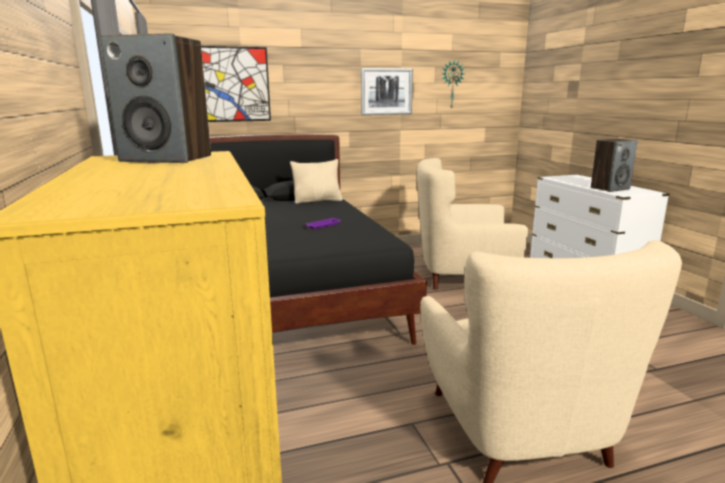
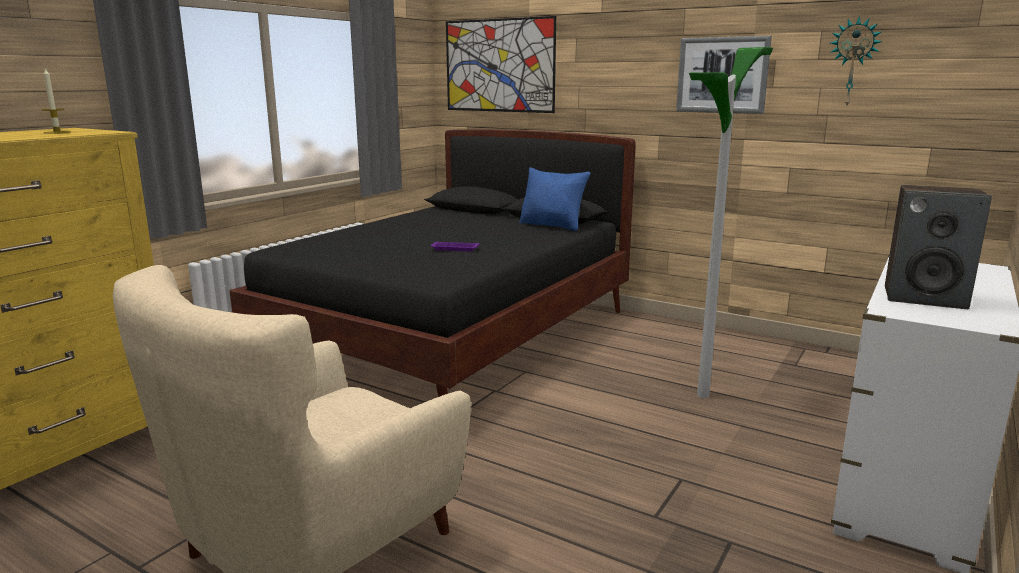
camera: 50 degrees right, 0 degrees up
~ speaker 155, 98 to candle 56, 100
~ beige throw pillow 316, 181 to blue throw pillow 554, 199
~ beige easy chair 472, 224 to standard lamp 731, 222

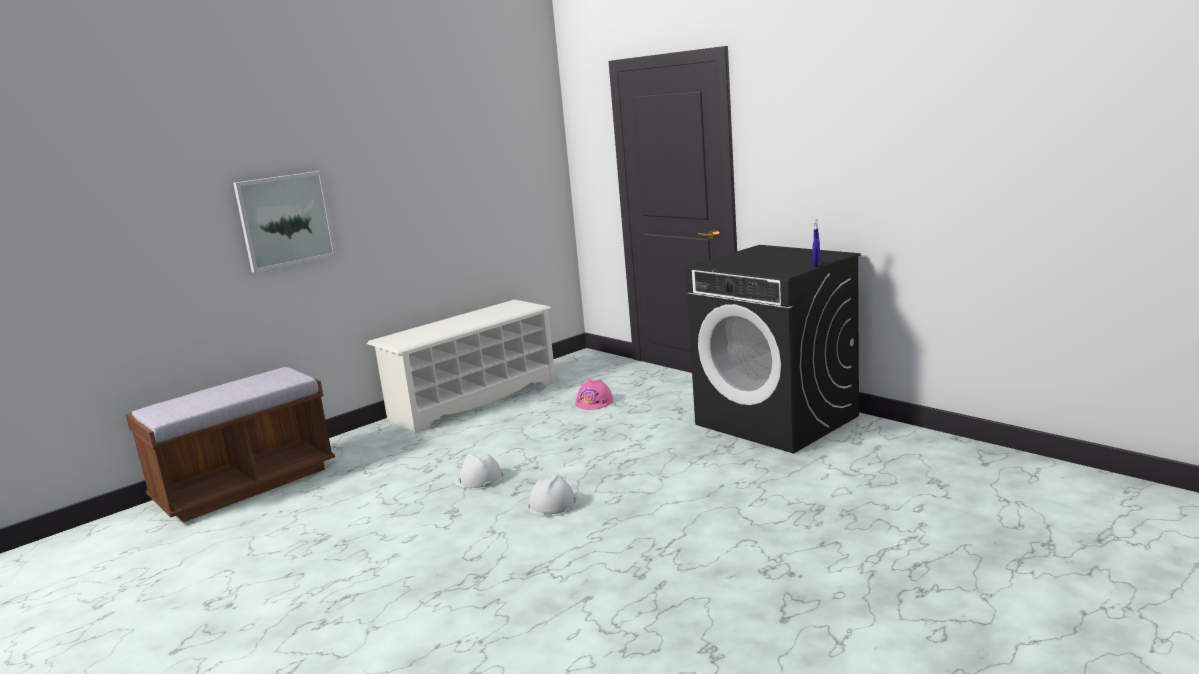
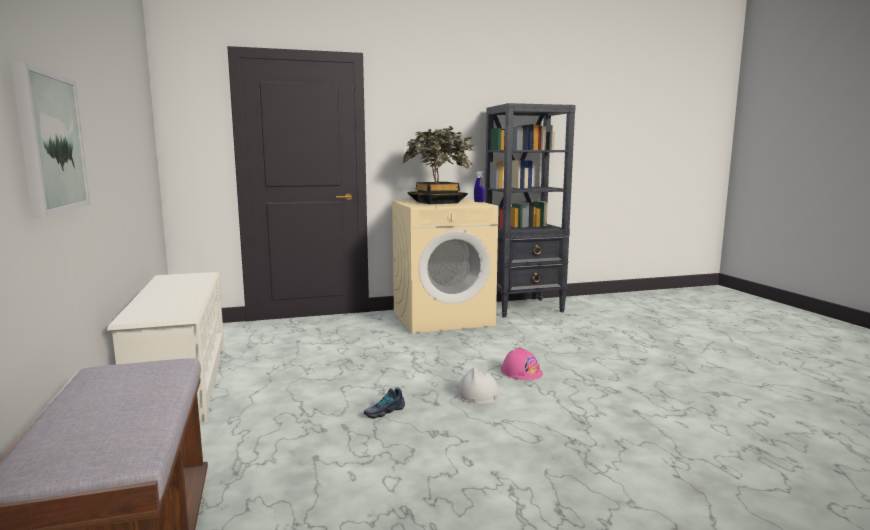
camera: 65 degrees left, 5 degrees down
~ white-coloured hard hat 479, 471 to item of footwear 384, 403
~ pinkish hard hat 594, 394 to 522, 363
~ black laundry appliance 773, 349 to beige laundry appliance 445, 266
+ potted plant 440, 165
+ black bookshelf 530, 210

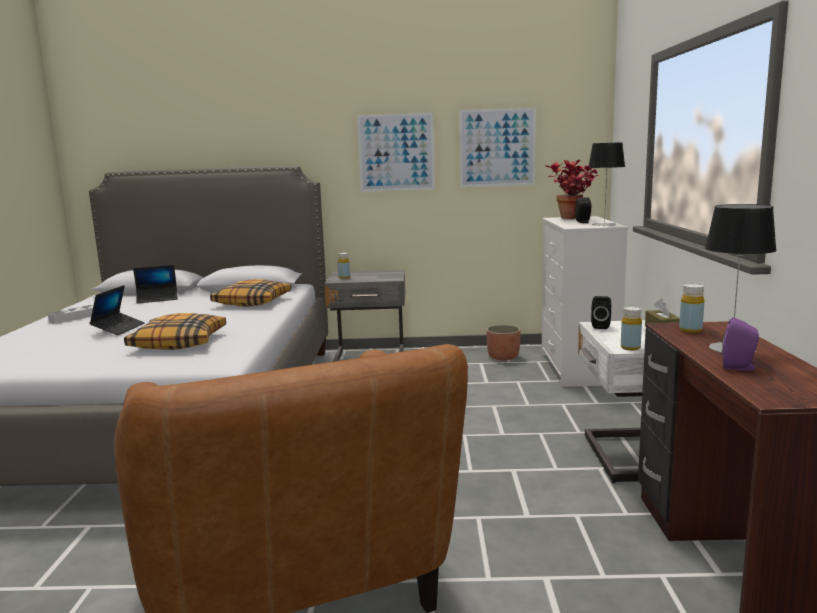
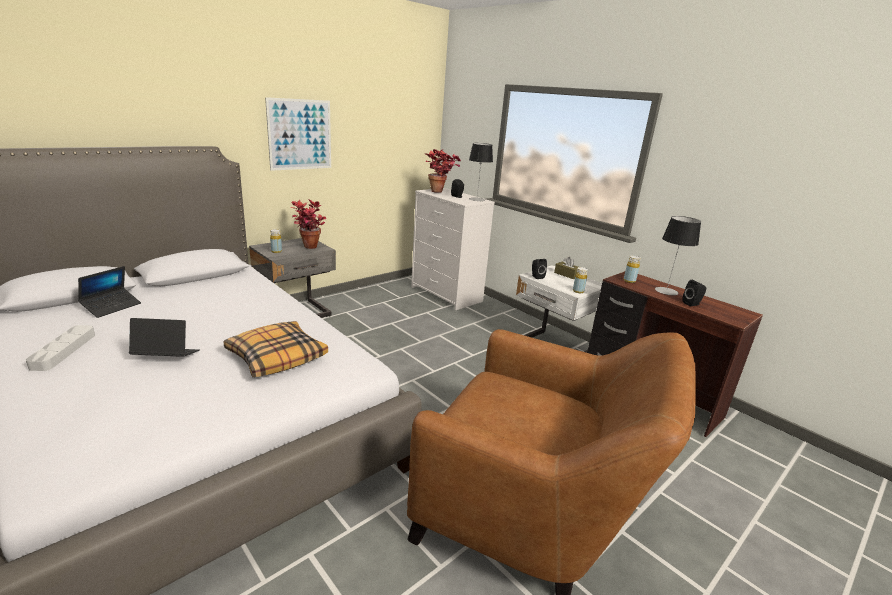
camera: 45 degrees left, 10 degrees up
~ laptop 117, 310 = 164, 337 60 degrees counterclockwise
- throw pillow 250, 293
- wall picture 497, 147
- plant pot 503, 343
~ purple speaker 740, 344 to black speaker 694, 293
+ potted plant 308, 224

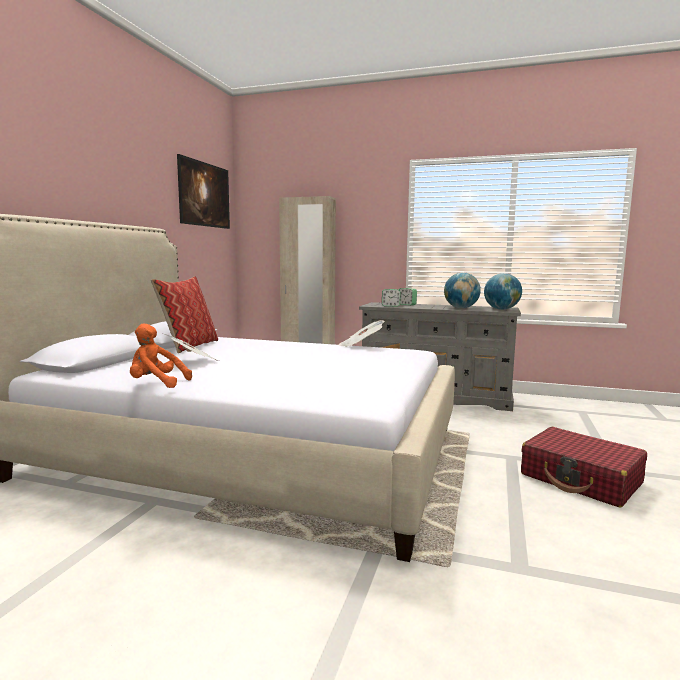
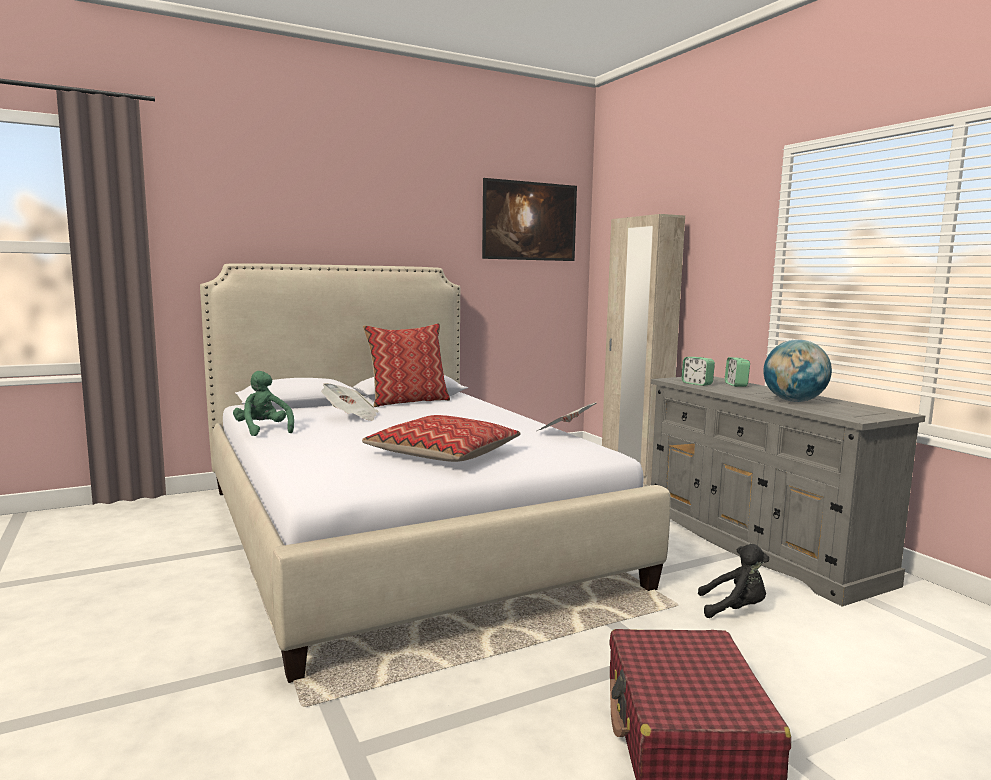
camera: 45 degrees right, 0 degrees up
~ orange cuddly toy 161, 355 to green-coloured cuddly toy 263, 403
- globe 503, 291
+ throw pillow 441, 438
+ black cuddly toy 733, 581

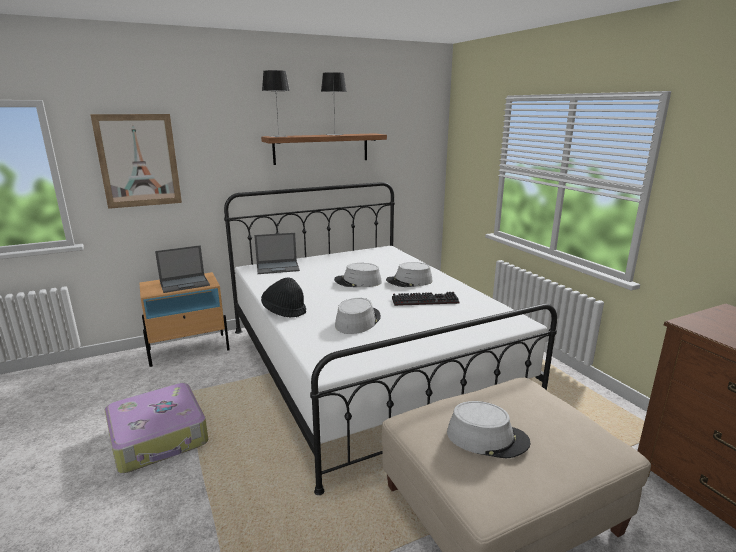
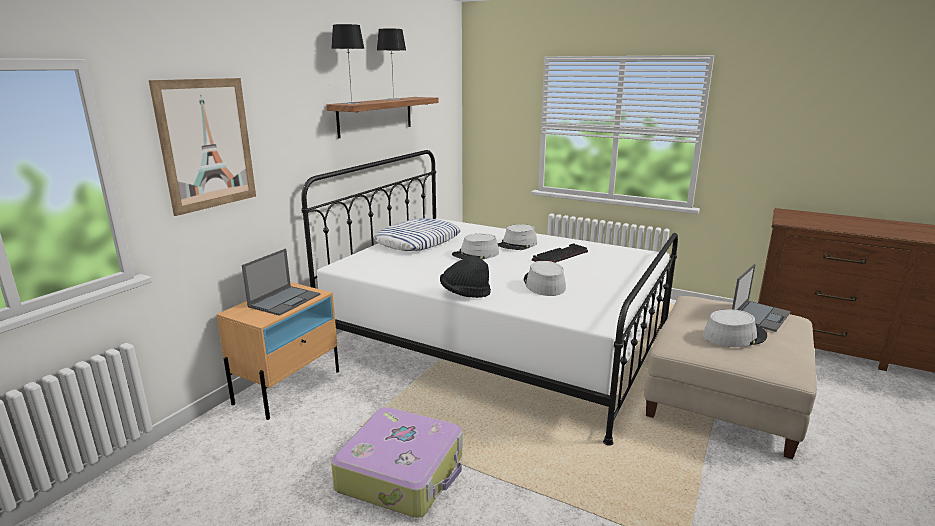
camera: 35 degrees left, 0 degrees up
~ laptop 277, 253 to 761, 298
+ throw pillow 417, 234

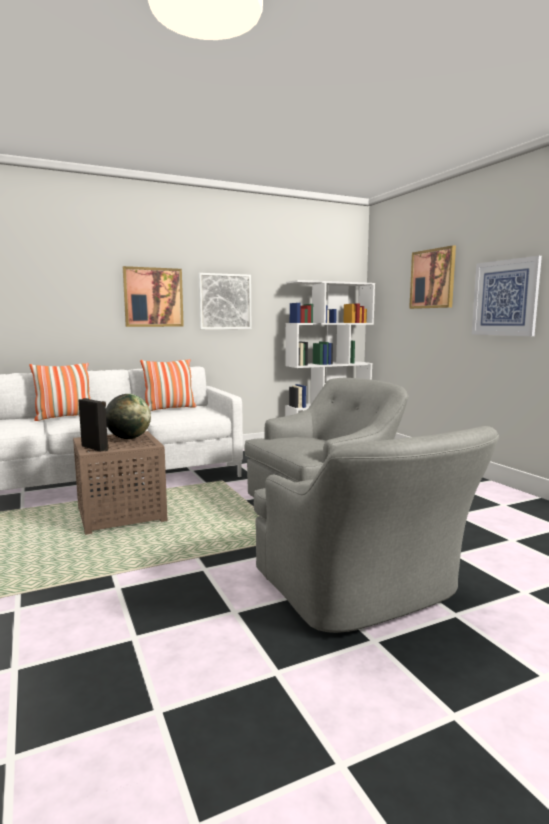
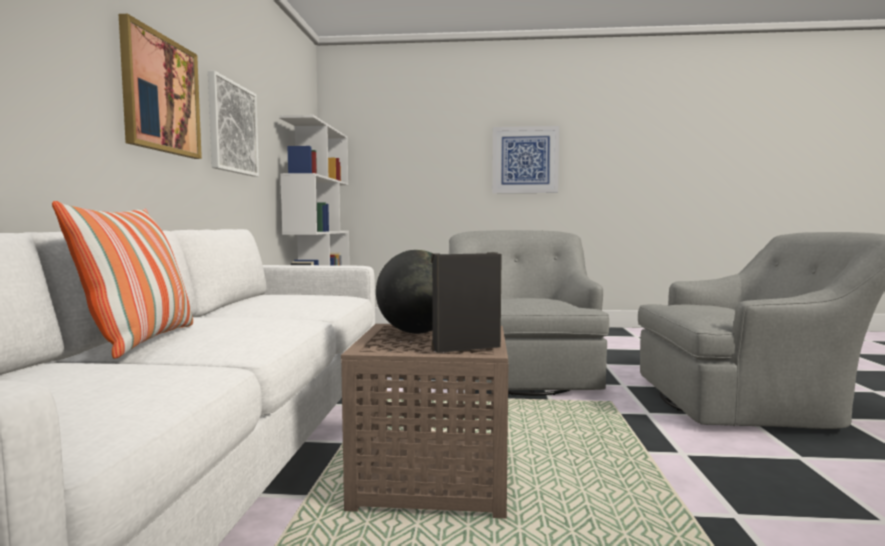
camera: 60 degrees left, 5 degrees down
- throw pillow 168, 385
- wall picture 432, 277

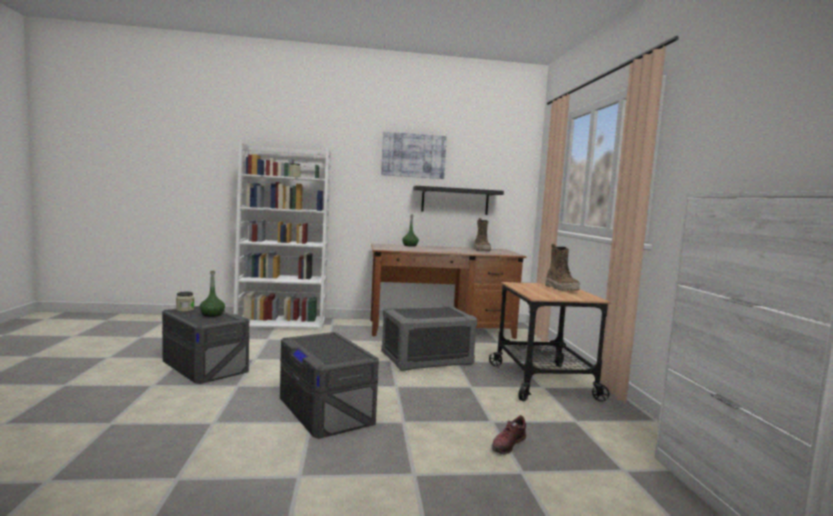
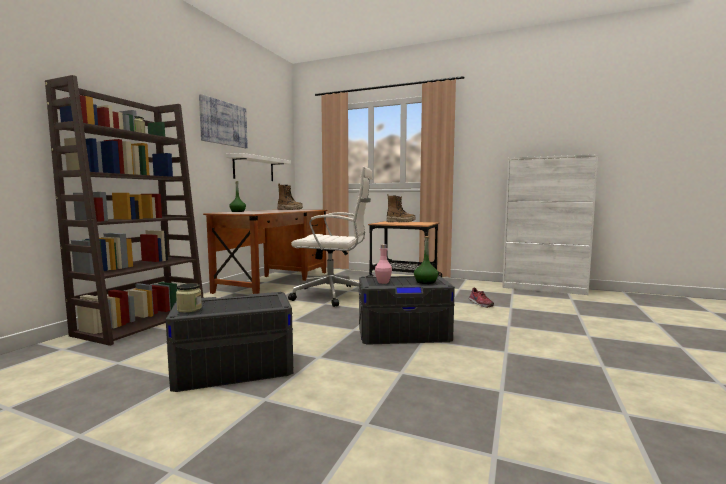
camera: 60 degrees left, 0 degrees up
~ green-coloured bottle 212, 294 to 426, 260
~ white-coloured bookshelf 282, 237 to brown-coloured bookshelf 124, 210
~ gray storage container 429, 338 to white-coloured desk chair 330, 237
~ black wall shelf 458, 200 to white-coloured wall shelf 258, 167
+ pinkish bottle 383, 264

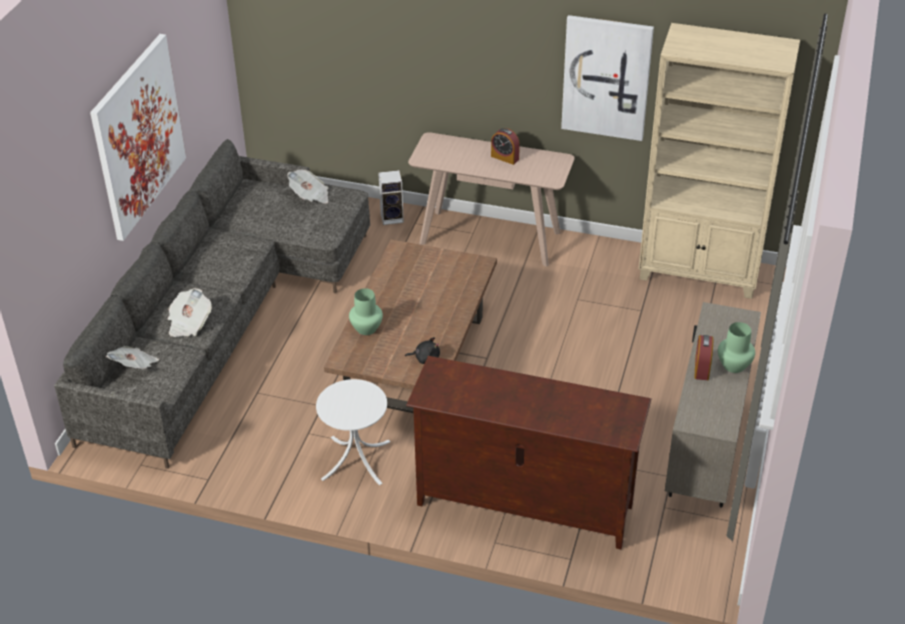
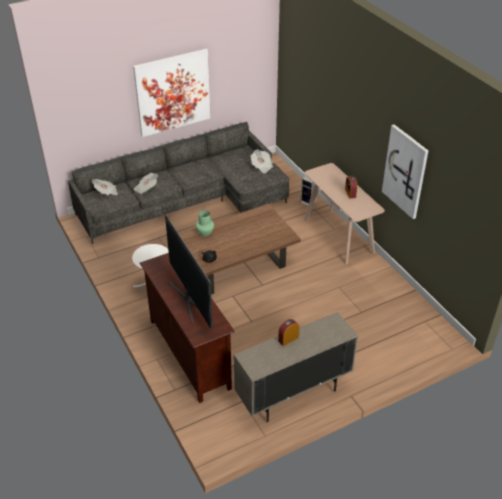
camera: 45 degrees right, 0 degrees up
- beige bookshelf 719, 161
- green-coloured decorative vase 736, 347
+ television 189, 272

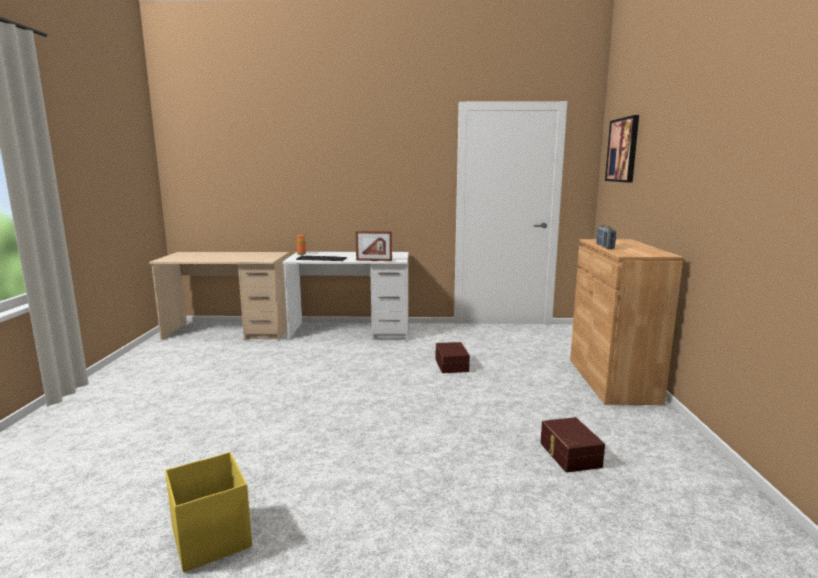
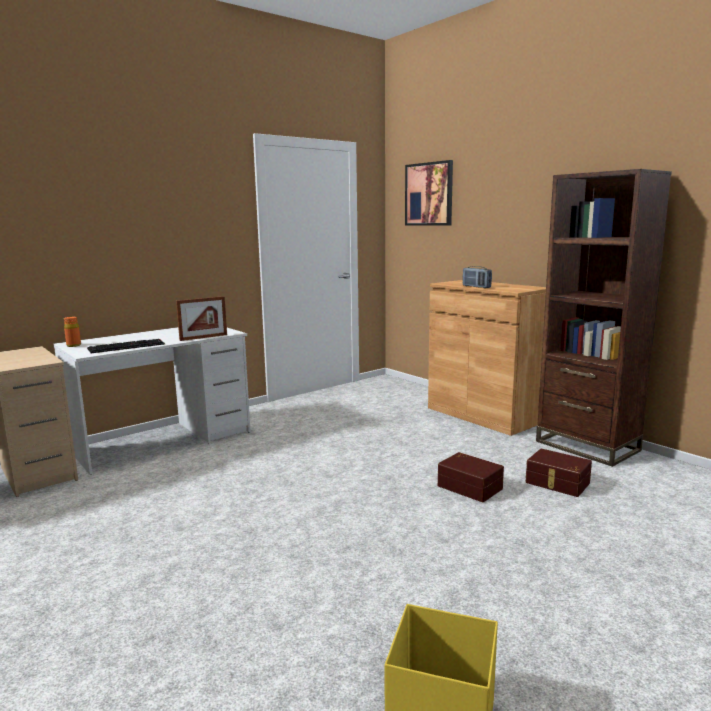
camera: 40 degrees left, 0 degrees up
~ brown-coloured storage container 453, 357 to 471, 477
+ brown-coloured bookshelf 604, 318

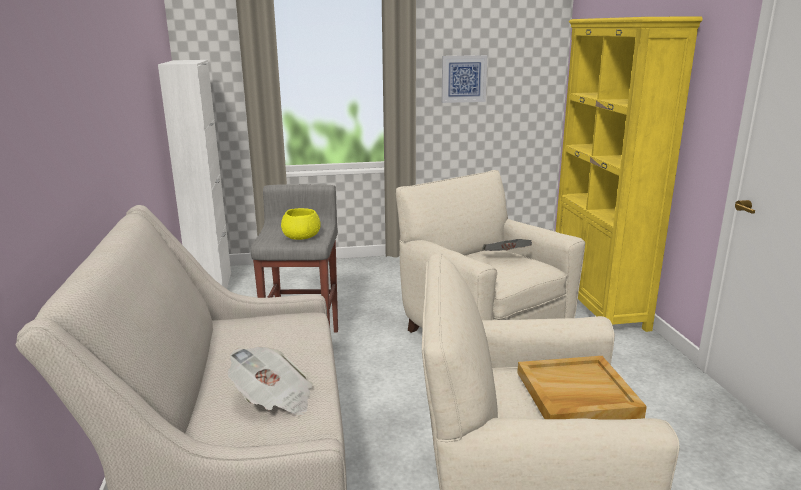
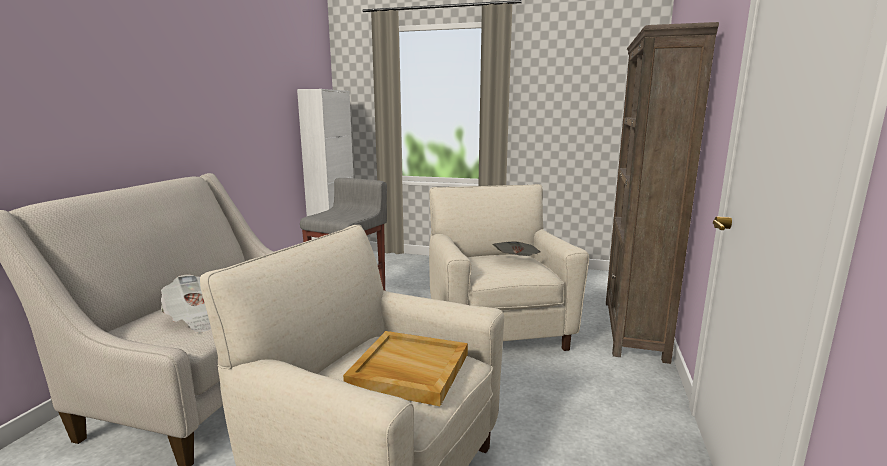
camera: 25 degrees right, 5 degrees down
- yellow-coloured serving bowl 301, 224
- wall picture 464, 79
~ yellow-coloured bookshelf 629, 174 to brown-coloured bookshelf 662, 193

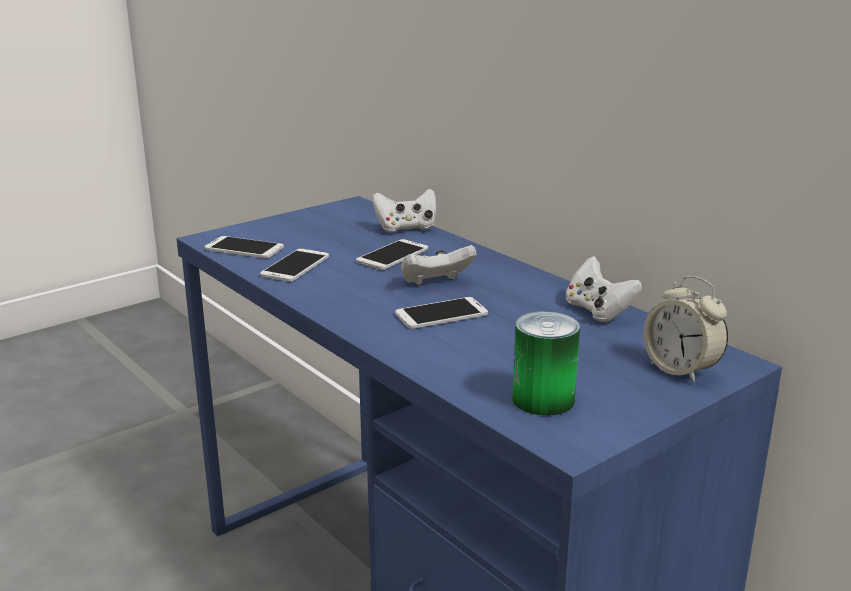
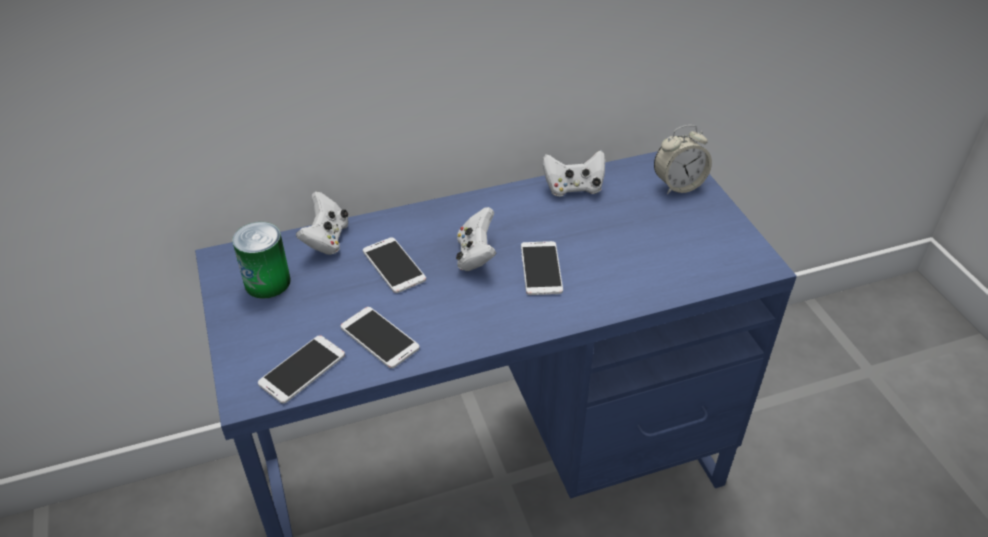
camera: 70 degrees left, 20 degrees up
~ sealed can 546, 363 to 261, 260

